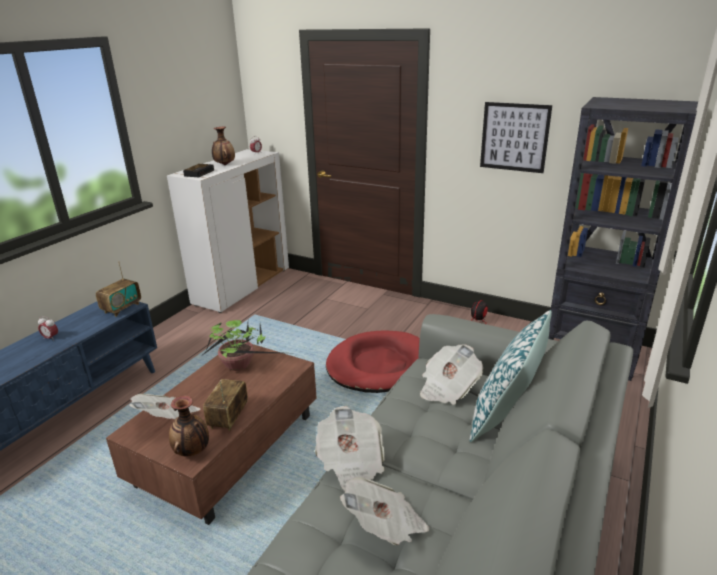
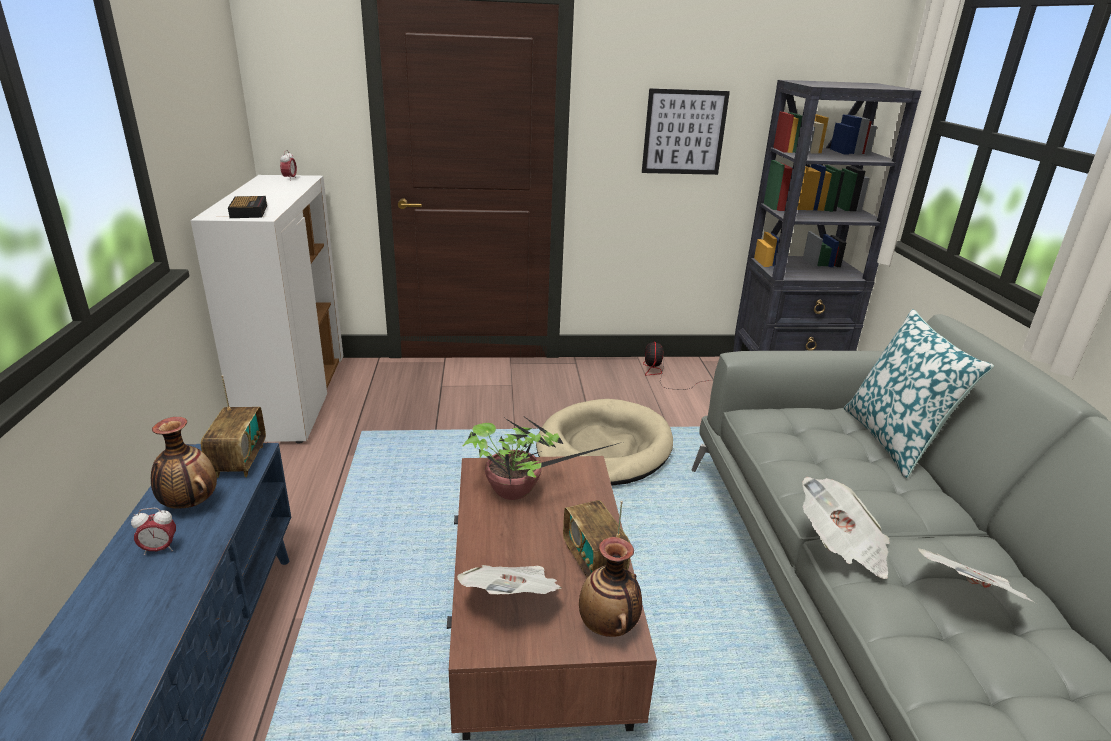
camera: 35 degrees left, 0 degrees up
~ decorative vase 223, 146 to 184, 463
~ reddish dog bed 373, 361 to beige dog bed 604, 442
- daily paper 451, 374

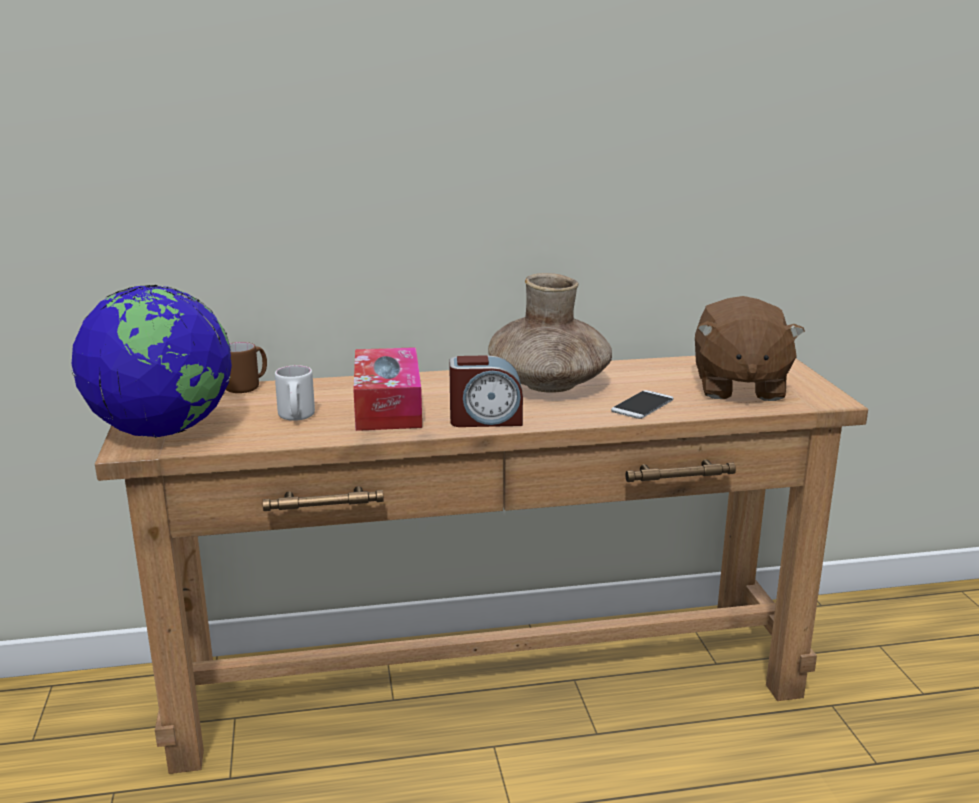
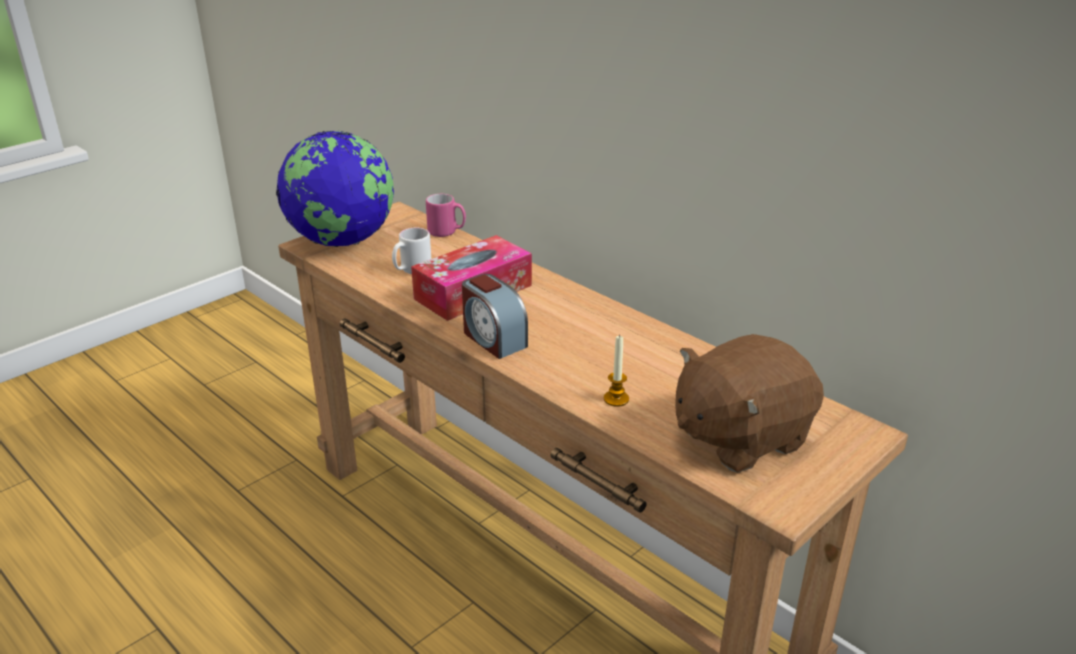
camera: 55 degrees right, 10 degrees up
~ brown-coloured tea mug 246, 367 to pinkish tea mug 446, 215
- brown-coloured decorative vase 550, 333
~ telephone 642, 404 to candle 616, 371

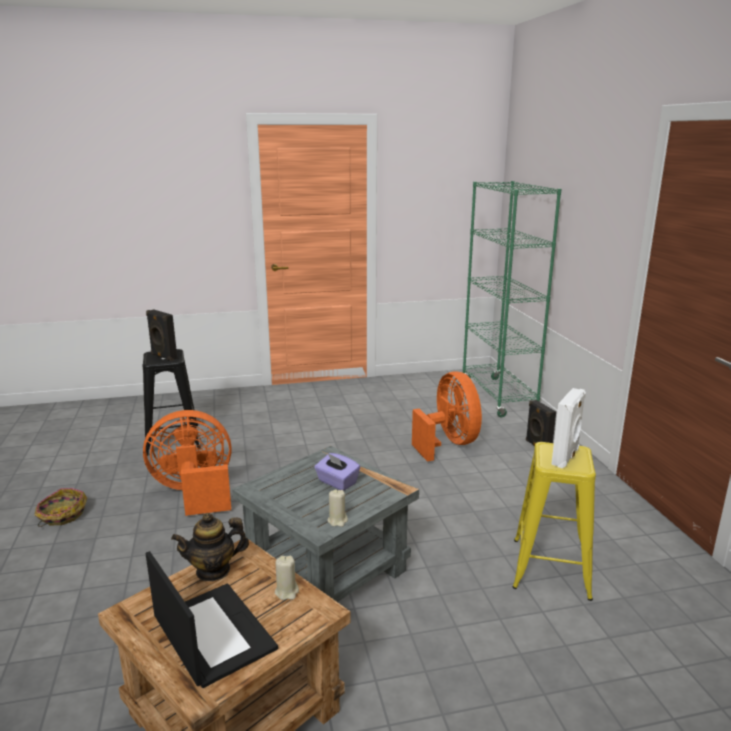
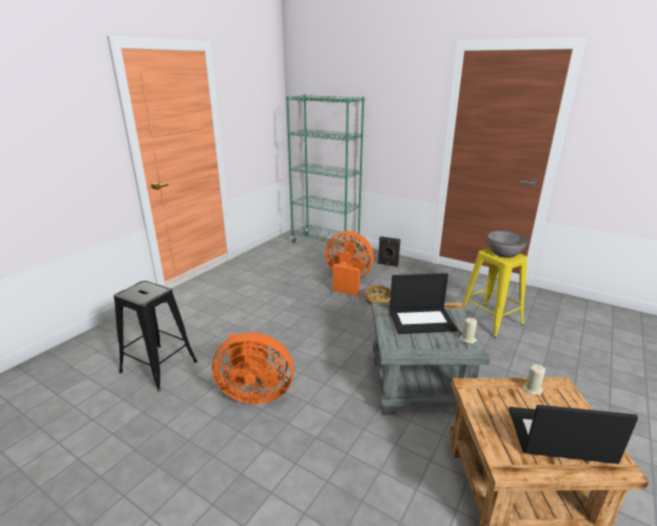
camera: 45 degrees left, 5 degrees up
~ storage basket 60, 507 to 377, 295
~ orange cooling fan 187, 463 = 253, 368 120 degrees counterclockwise
- black speaker 161, 335
- tea pot 210, 547
~ purple box of tissues 337, 472 to laptop 423, 303
~ white-coloured speaker 568, 428 to gray serving bowl 508, 244

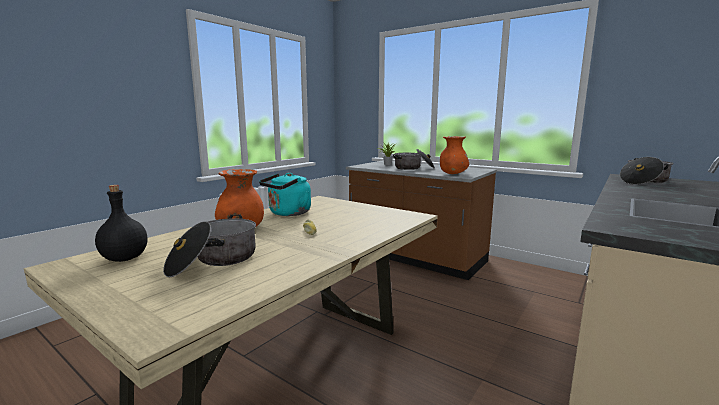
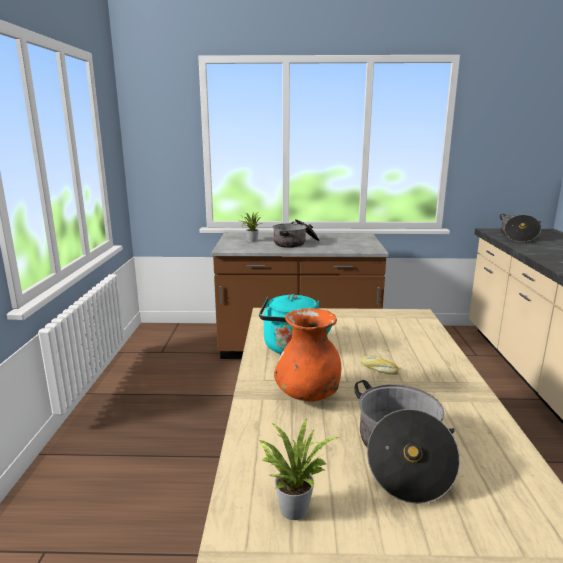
camera: 35 degrees left, 5 degrees up
~ black bottle 121, 223 to potted plant 299, 469
- orange decorative vase 454, 155

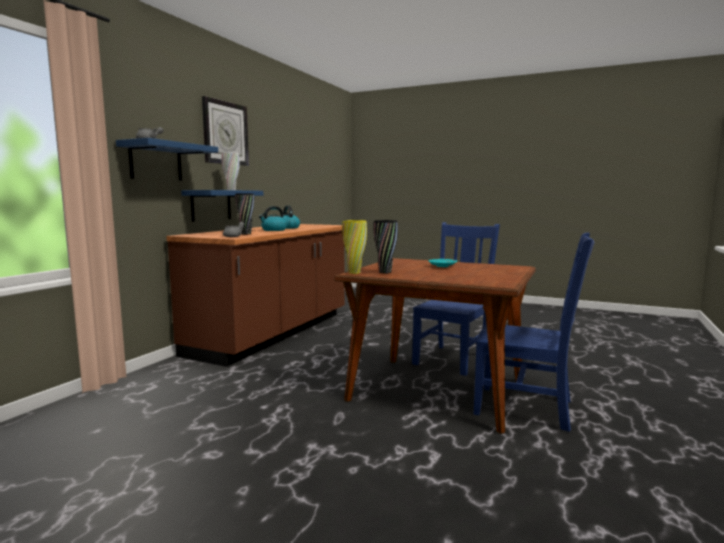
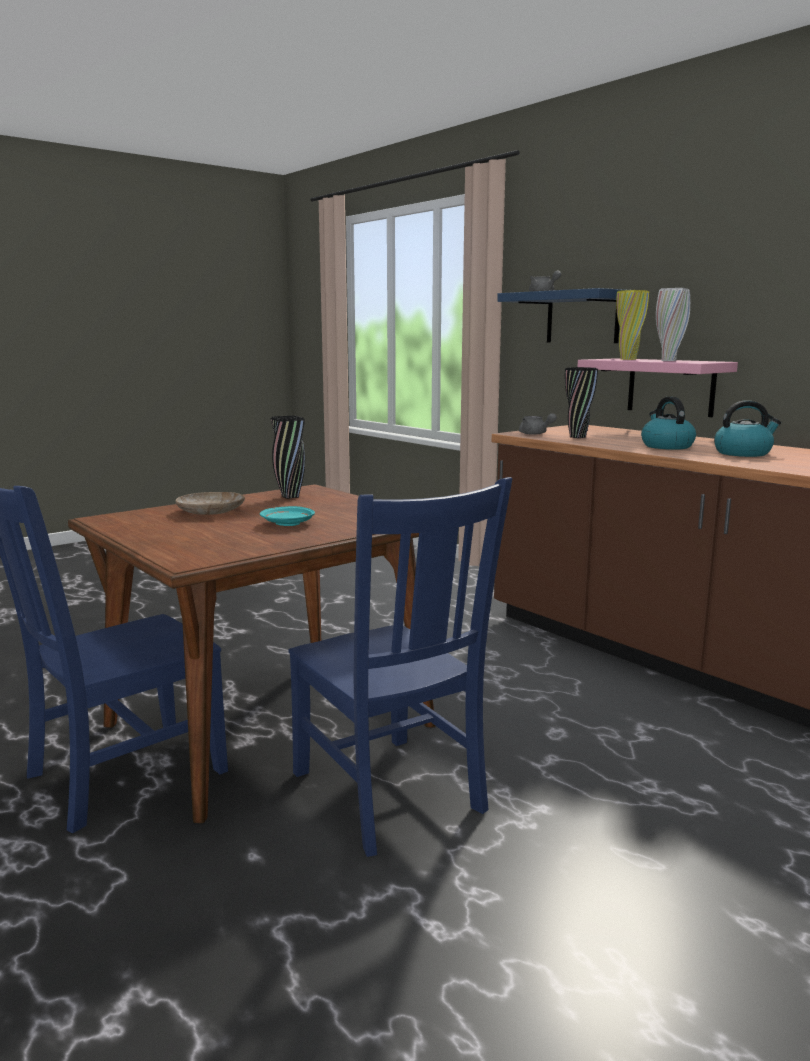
camera: 115 degrees right, 5 degrees up
~ blue wall shelf 222, 206 to pinkish wall shelf 658, 387
- wall clock 225, 131
~ yellow-coloured decorative vase 354, 247 to 632, 325
+ beige dinner plate 210, 503

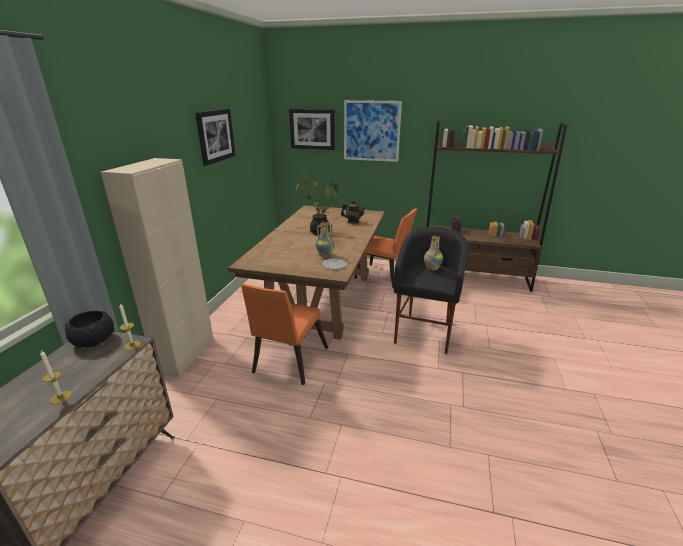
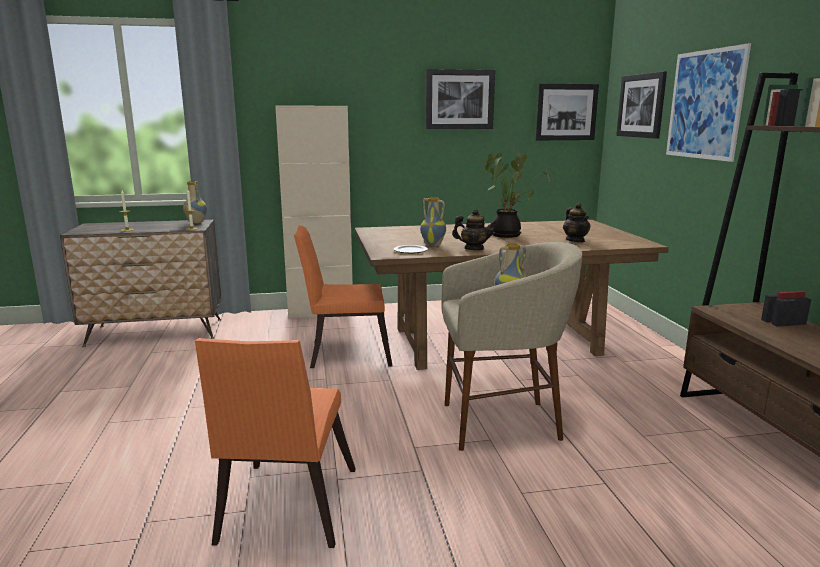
camera: 65 degrees right, 10 degrees down
~ black serving bowl 90, 329 to decorative vase 195, 202
~ orange plain chair 385, 248 to 275, 443
~ black stool seat 431, 290 to beige stool seat 511, 346
+ tea pot 474, 229
+ wall picture 567, 112

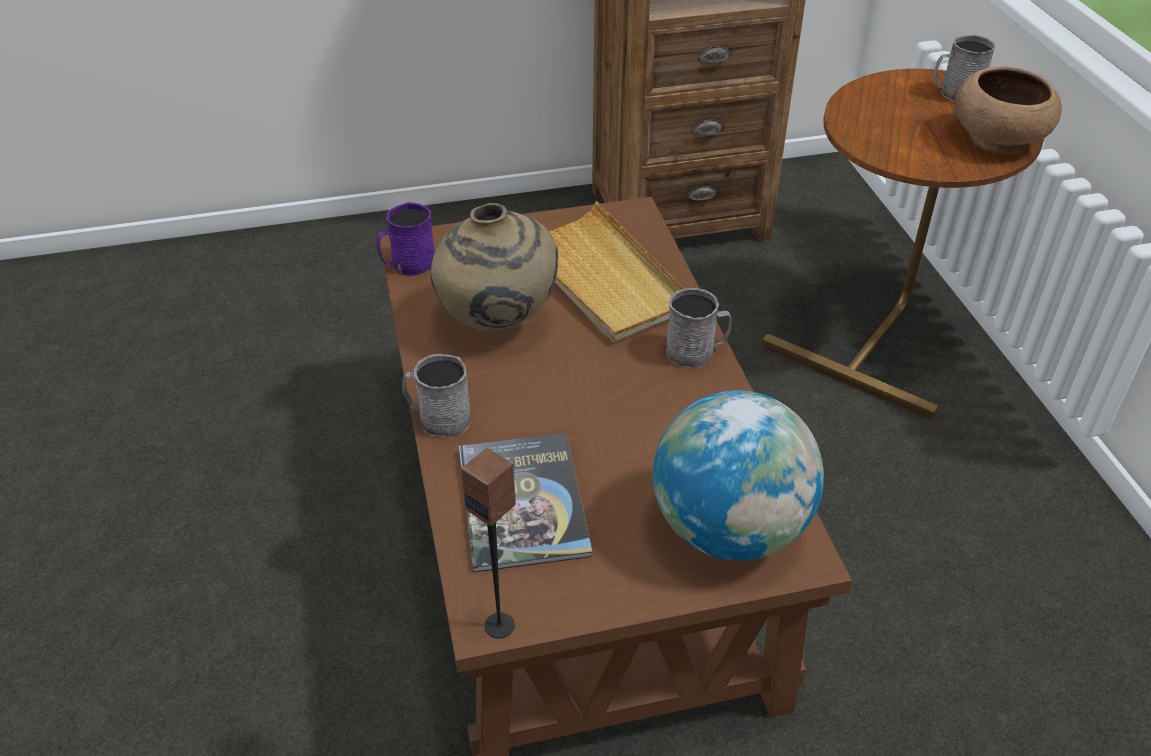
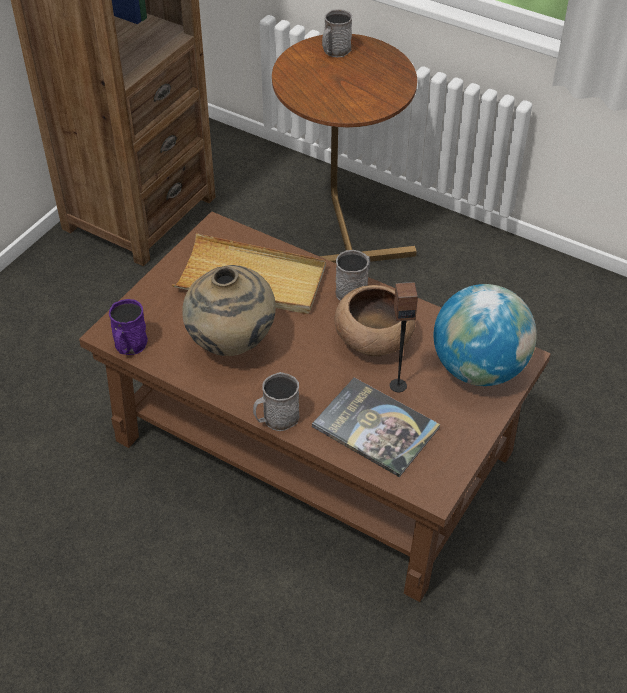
camera: 45 degrees left, 5 degrees up
~ speaker 488, 543 to 404, 337
~ brown-coloured serving bowl 1008, 110 to 374, 321

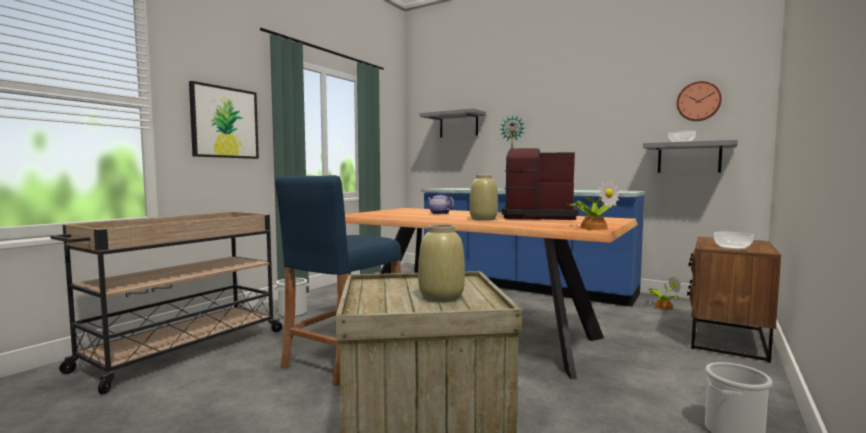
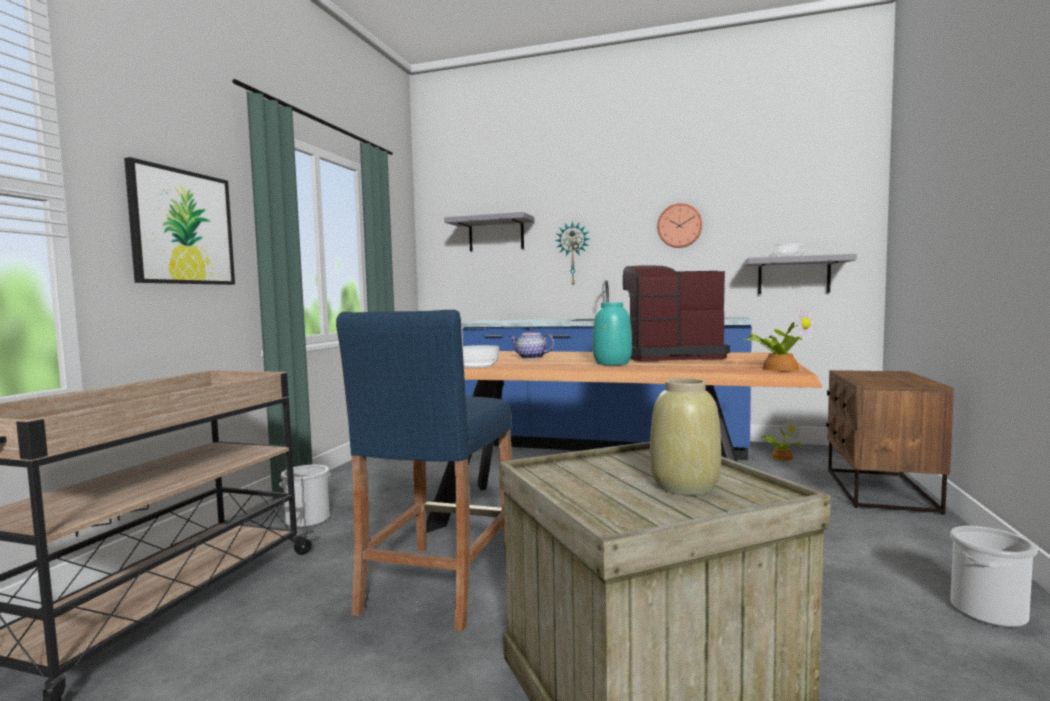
camera: 15 degrees left, 0 degrees up
~ beige decorative vase 483, 198 to turquoise decorative vase 612, 333
~ wall clock 699, 101 to 679, 225
~ serving bowl 734, 241 to 480, 356

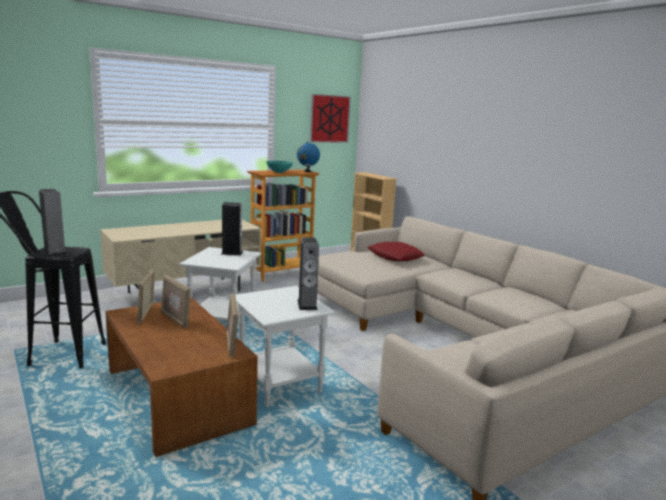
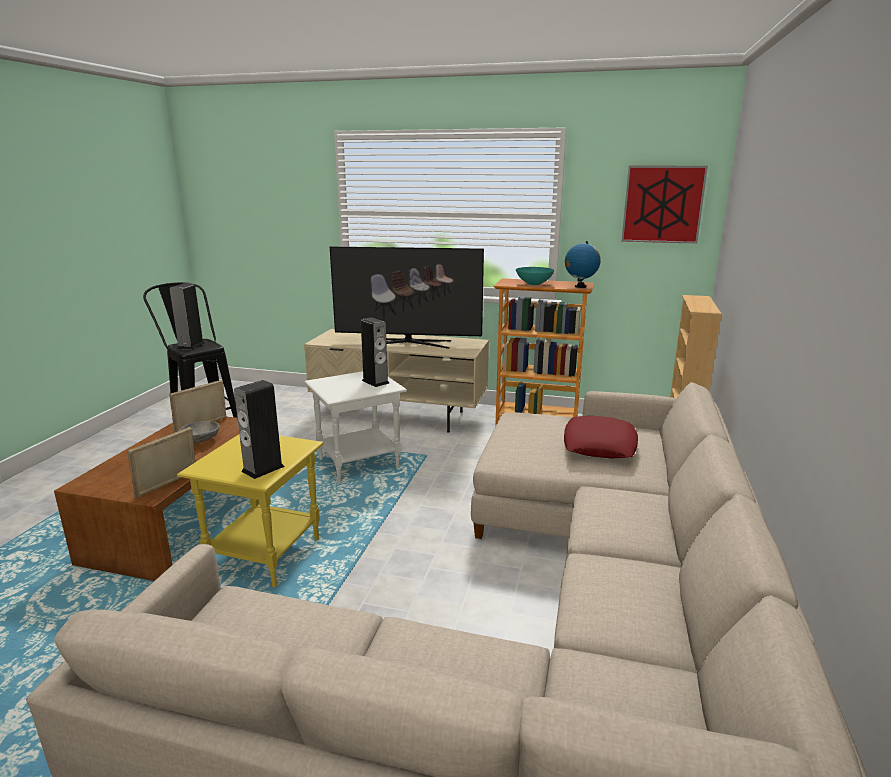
camera: 50 degrees right, 5 degrees up
~ standing frame 176, 301 to gray serving bowl 199, 432
~ white-coloured end table 285, 346 to yellow-coloured end table 250, 510
+ television 407, 298

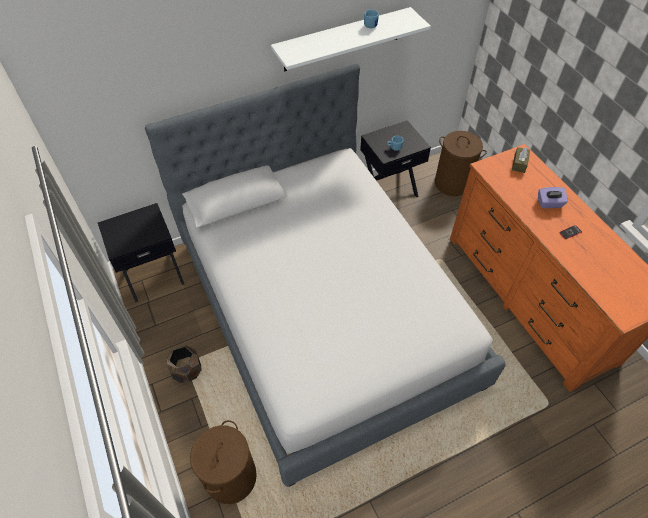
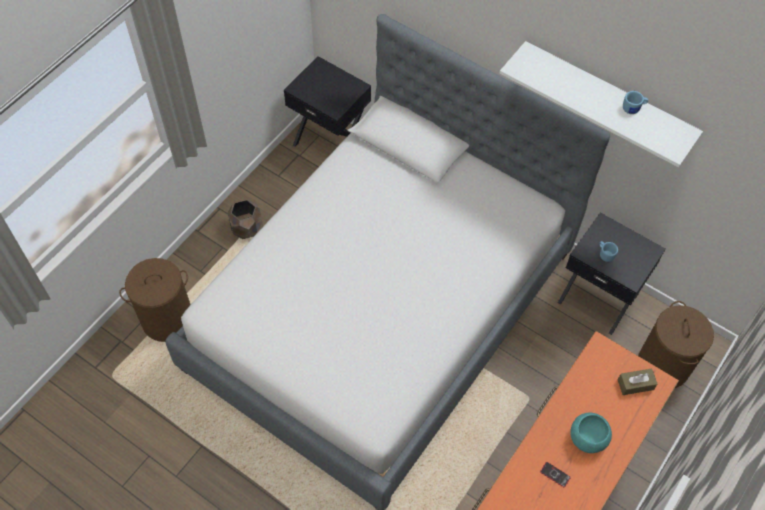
camera: 60 degrees right, 5 degrees up
~ purple box of tissues 553, 197 to turquoise serving bowl 591, 433

